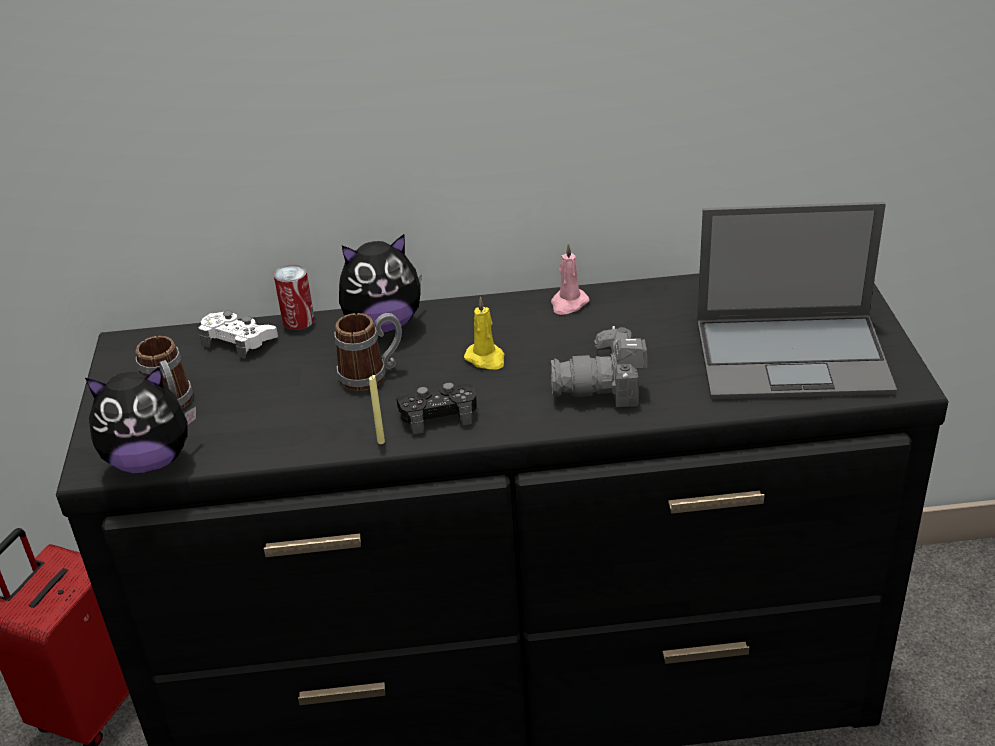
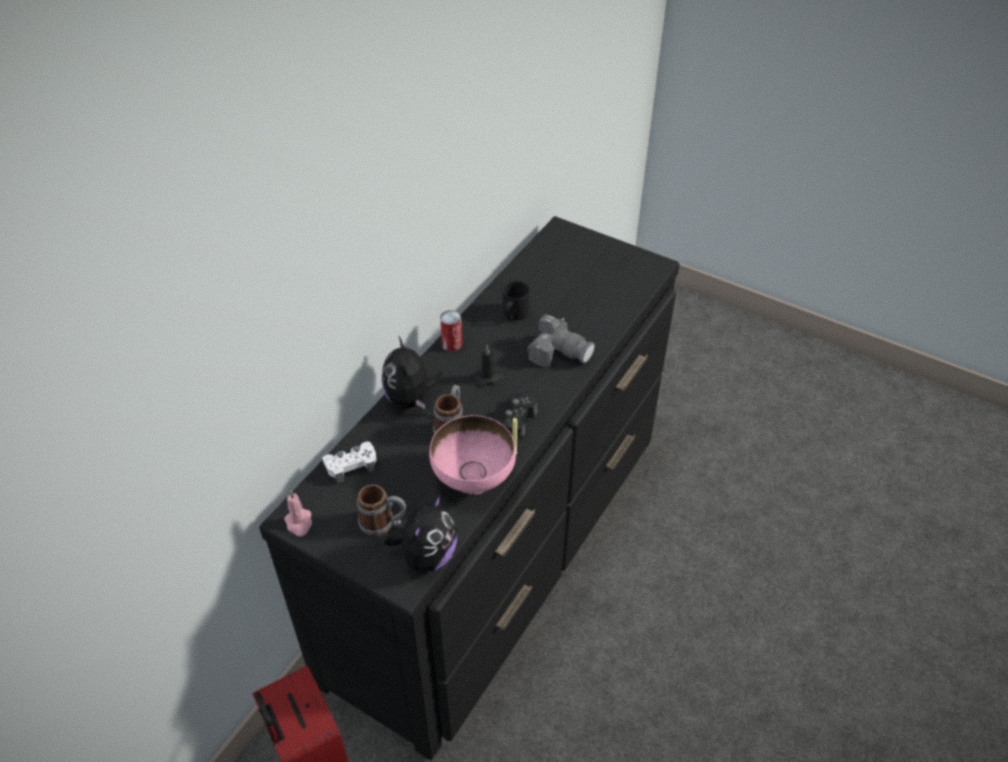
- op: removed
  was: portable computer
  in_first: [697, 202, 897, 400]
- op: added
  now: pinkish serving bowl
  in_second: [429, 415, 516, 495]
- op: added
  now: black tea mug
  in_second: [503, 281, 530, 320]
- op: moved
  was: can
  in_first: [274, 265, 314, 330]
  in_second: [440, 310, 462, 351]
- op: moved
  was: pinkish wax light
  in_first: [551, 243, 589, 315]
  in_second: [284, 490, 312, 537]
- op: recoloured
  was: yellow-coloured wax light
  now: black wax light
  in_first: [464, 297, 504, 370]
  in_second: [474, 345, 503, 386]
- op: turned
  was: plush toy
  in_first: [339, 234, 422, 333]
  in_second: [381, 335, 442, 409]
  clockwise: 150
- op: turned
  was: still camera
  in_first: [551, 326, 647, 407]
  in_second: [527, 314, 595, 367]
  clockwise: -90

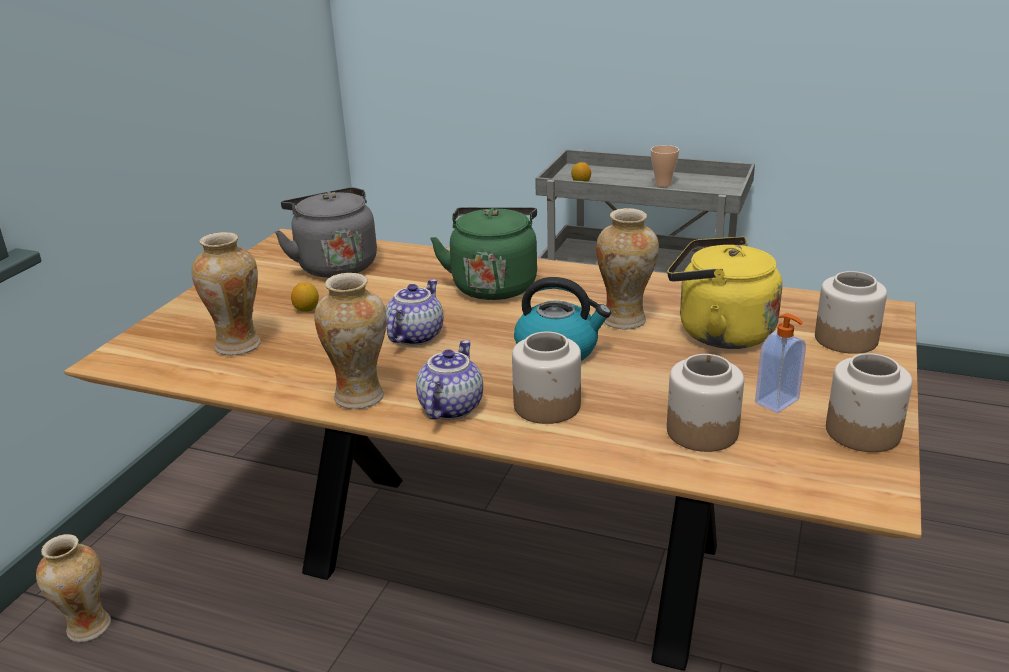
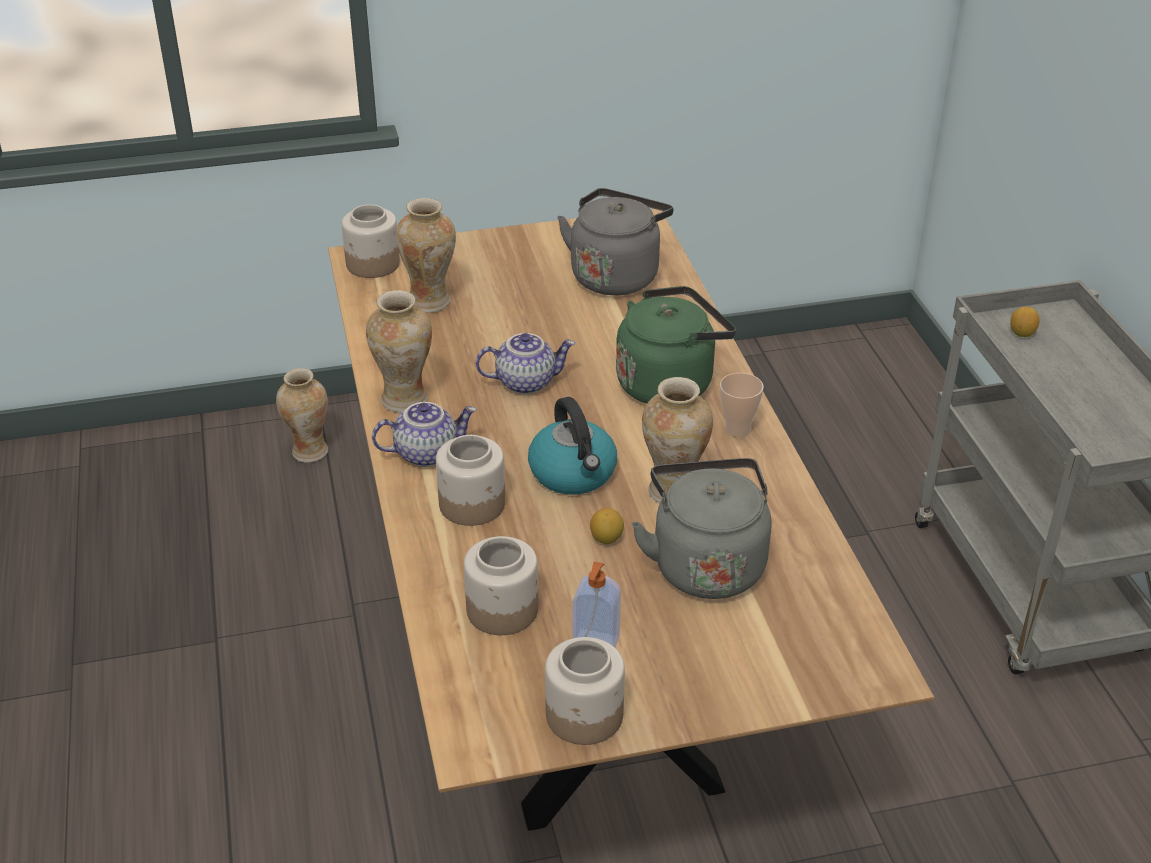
- op: moved
  was: lemon
  in_first: [291, 282, 319, 312]
  in_second: [590, 508, 624, 544]
- op: moved
  was: small cup
  in_first: [651, 145, 679, 187]
  in_second: [720, 373, 764, 437]
- op: moved
  was: jar
  in_first: [815, 271, 887, 354]
  in_second: [342, 204, 400, 278]
- op: recoloured
  was: yellow-coloured tea kettle
  now: grey tea kettle
  in_first: [667, 237, 782, 349]
  in_second: [631, 458, 771, 599]

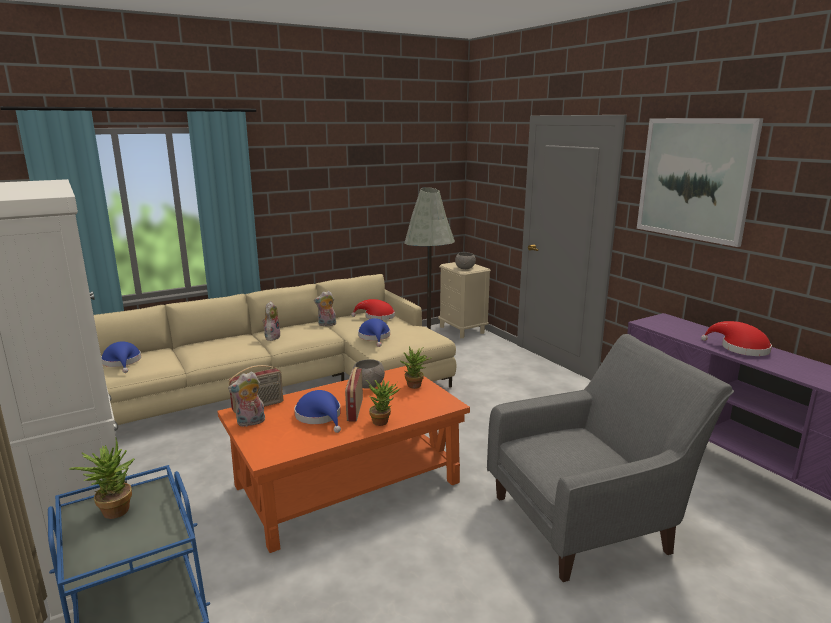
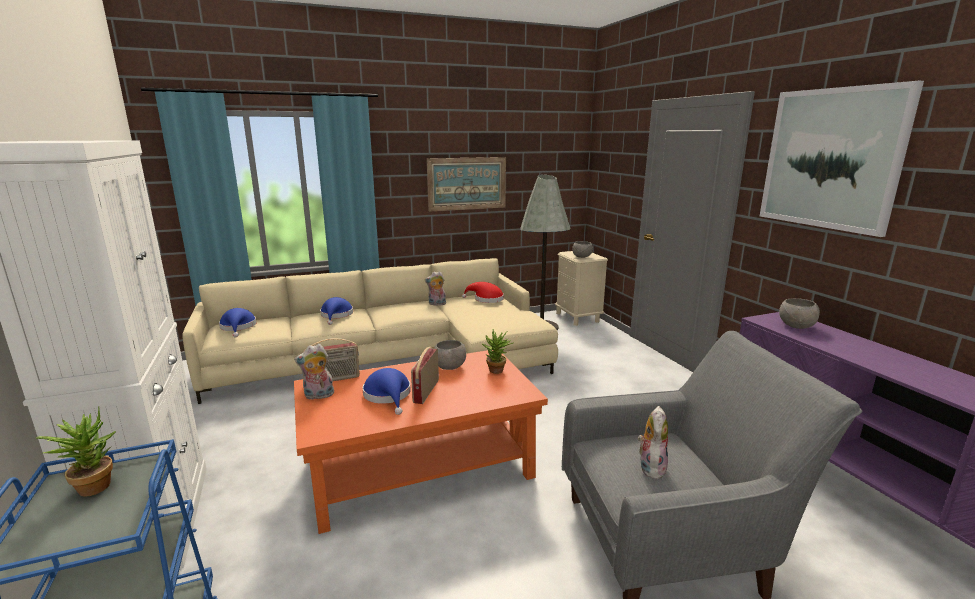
- op: removed
  was: potted plant
  in_first: [366, 380, 401, 426]
- op: removed
  was: red clothing hat
  in_first: [701, 321, 772, 356]
- op: added
  now: wall picture
  in_second: [427, 157, 506, 212]
- op: added
  now: grey serving bowl
  in_second: [779, 298, 820, 329]
- op: moved
  was: plush toy
  in_first: [262, 301, 280, 341]
  in_second: [638, 406, 668, 479]
- op: moved
  was: blue-coloured clothing hat
  in_first: [358, 318, 390, 347]
  in_second: [320, 297, 353, 325]

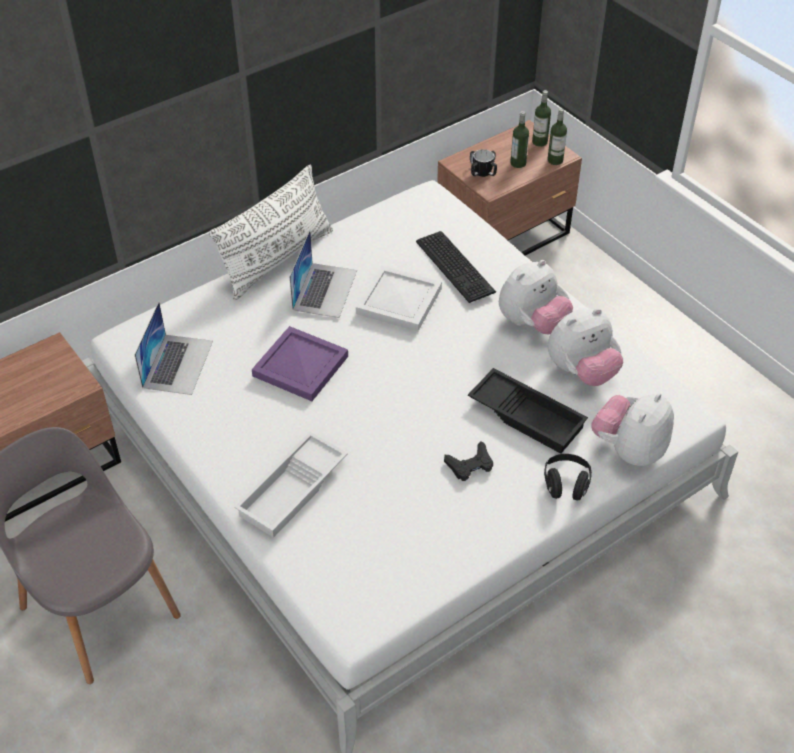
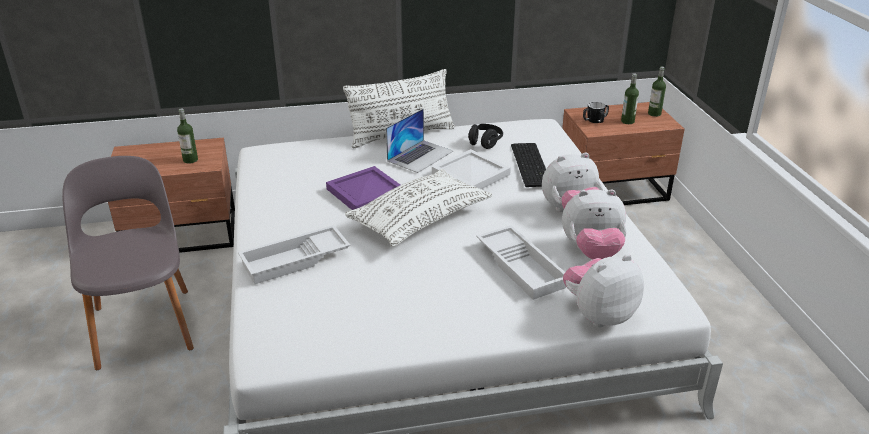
- op: removed
  was: portable computer
  in_first: [135, 302, 213, 395]
- op: removed
  was: black gamepad
  in_first: [444, 441, 493, 481]
- op: added
  now: white-coloured throw pillow
  in_second: [345, 169, 492, 247]
- op: moved
  was: black headset
  in_first: [544, 454, 592, 501]
  in_second: [468, 124, 503, 149]
- op: moved
  was: drink bottle
  in_first: [548, 108, 567, 165]
  in_second: [177, 108, 198, 164]
- op: recoloured
  was: black serving tray
  now: white-coloured serving tray
  in_first: [468, 368, 588, 454]
  in_second: [477, 225, 566, 300]

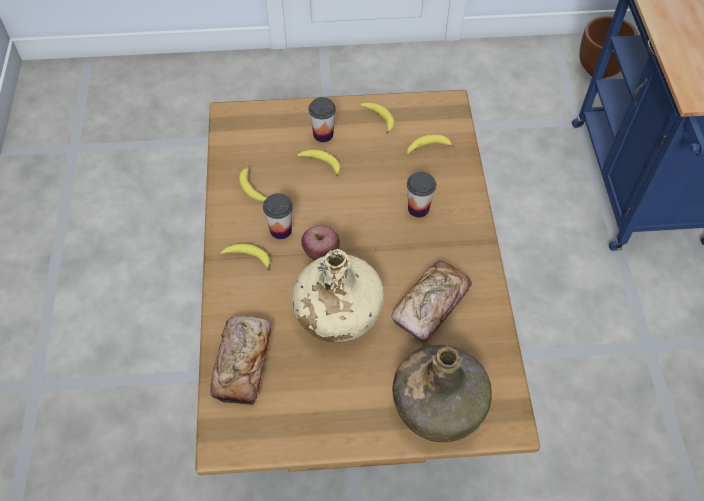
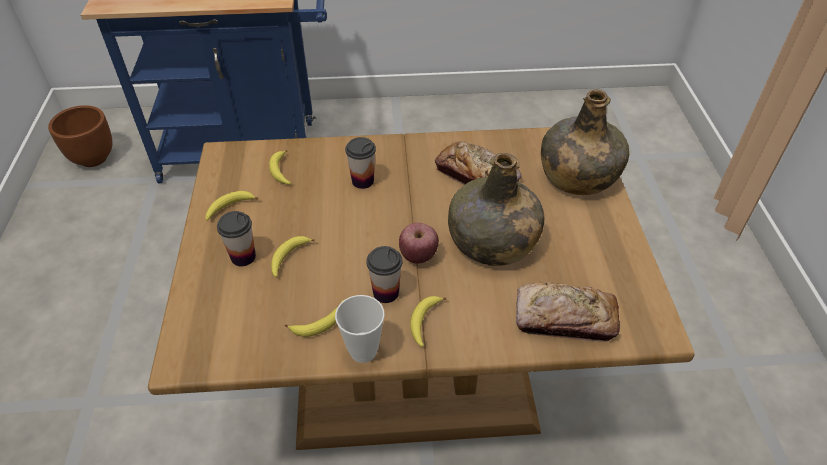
- op: added
  now: small cup
  in_second: [335, 295, 385, 363]
- op: recoloured
  was: sand-coloured drink bottle
  now: green-coloured drink bottle
  in_first: [292, 249, 384, 343]
  in_second: [448, 153, 544, 266]

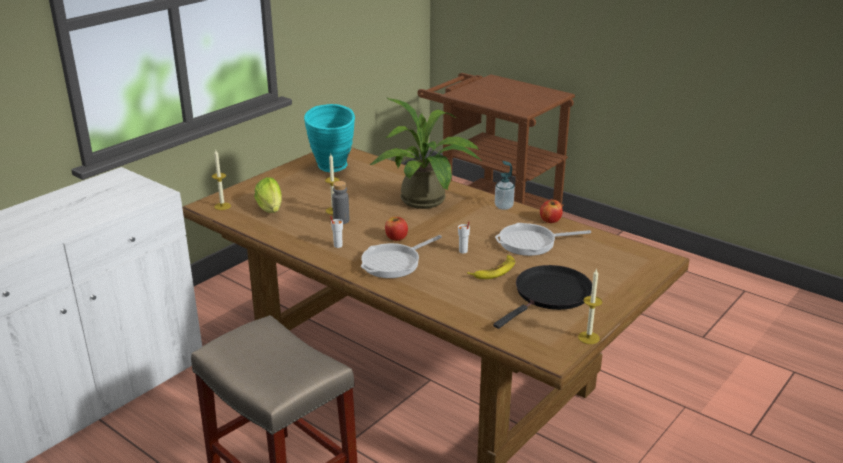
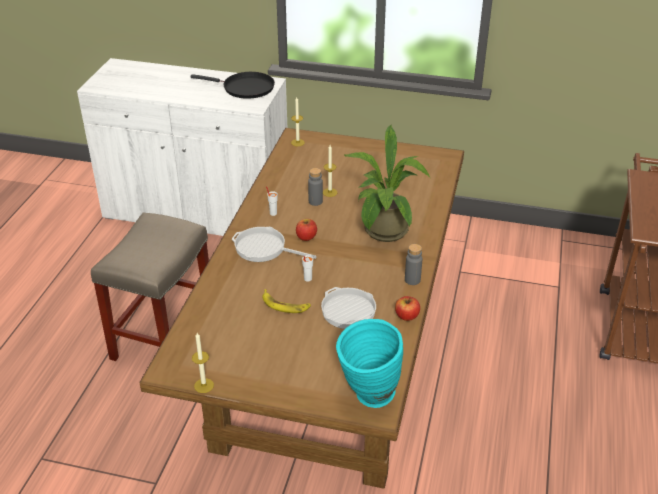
- op: removed
  was: lettuce
  in_first: [254, 177, 282, 213]
- op: moved
  was: blue-green flower vase
  in_first: [304, 104, 355, 172]
  in_second: [336, 319, 403, 408]
- op: moved
  was: black skillet
  in_first: [493, 265, 592, 329]
  in_second: [190, 72, 275, 99]
- op: replaced
  was: liquid soap bottle
  now: grey drink bottle
  in_first: [495, 161, 515, 210]
  in_second: [405, 244, 422, 285]

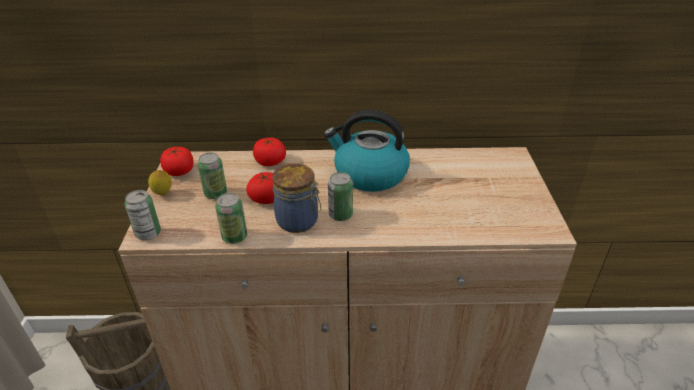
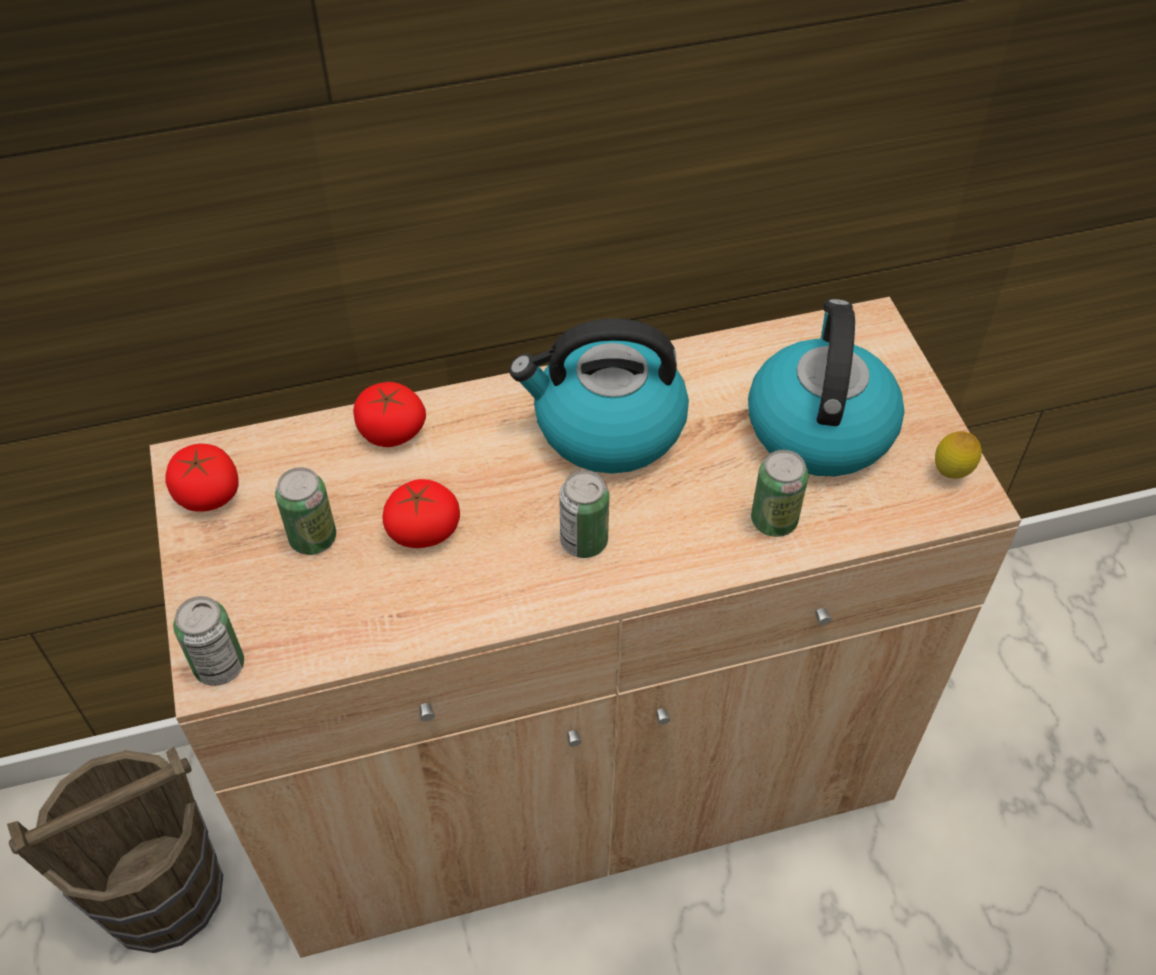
- op: removed
  was: jar
  in_first: [272, 163, 321, 233]
- op: added
  now: tea kettle
  in_second: [748, 299, 904, 476]
- op: moved
  was: lemon
  in_first: [148, 170, 172, 195]
  in_second: [935, 431, 982, 479]
- op: moved
  was: can
  in_first: [215, 193, 247, 244]
  in_second: [751, 450, 808, 537]

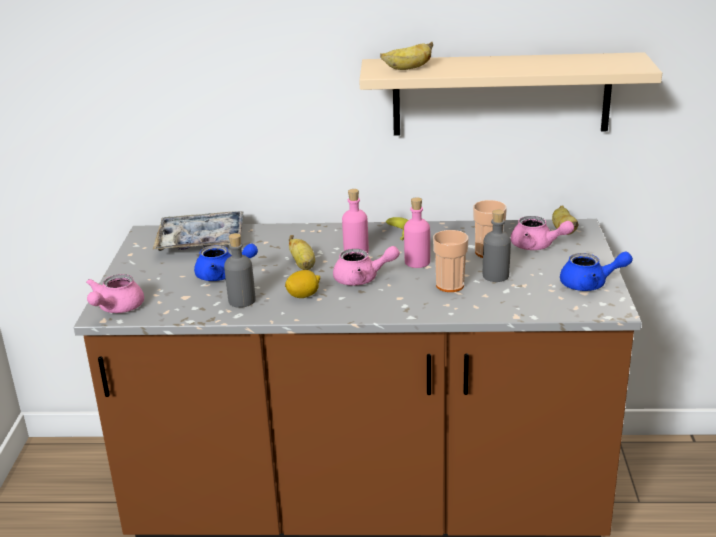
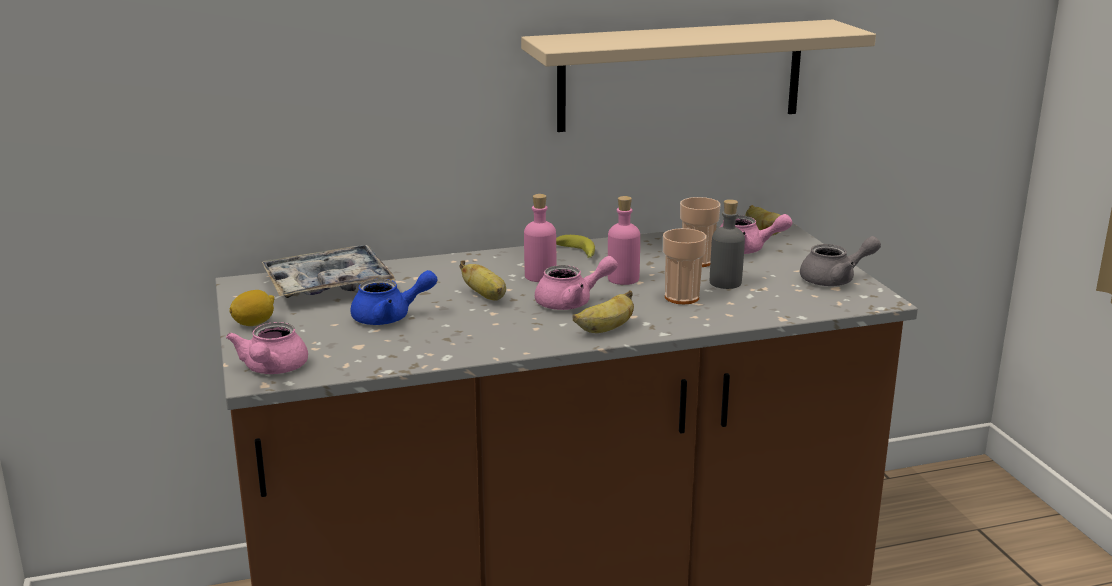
- op: removed
  was: grey drink bottle
  in_first: [224, 233, 256, 308]
- op: moved
  was: lemon
  in_first: [285, 270, 320, 298]
  in_second: [230, 290, 274, 326]
- op: moved
  was: banana
  in_first: [380, 42, 433, 70]
  in_second: [572, 290, 634, 333]
- op: recoloured
  was: blue-coloured pot for tea
  now: grey pot for tea
  in_first: [560, 251, 633, 291]
  in_second: [800, 236, 881, 286]

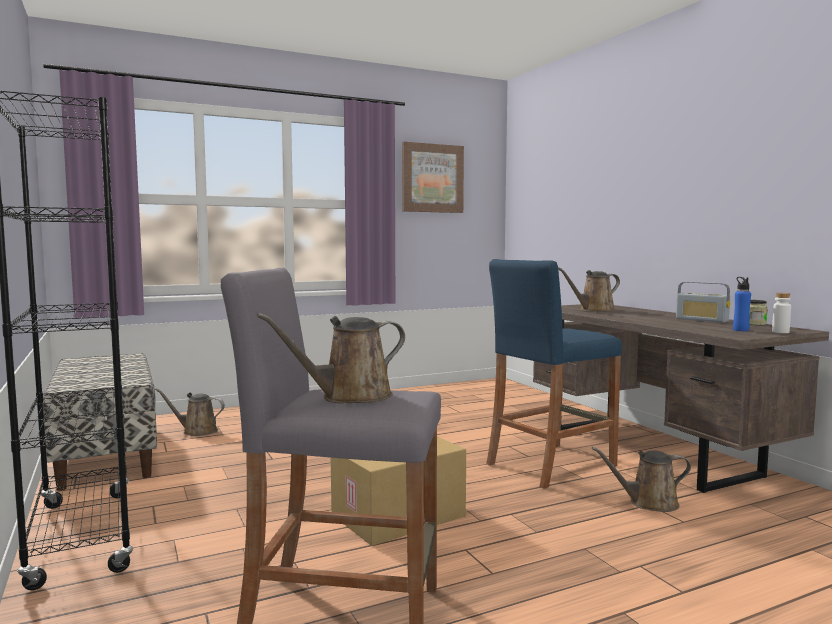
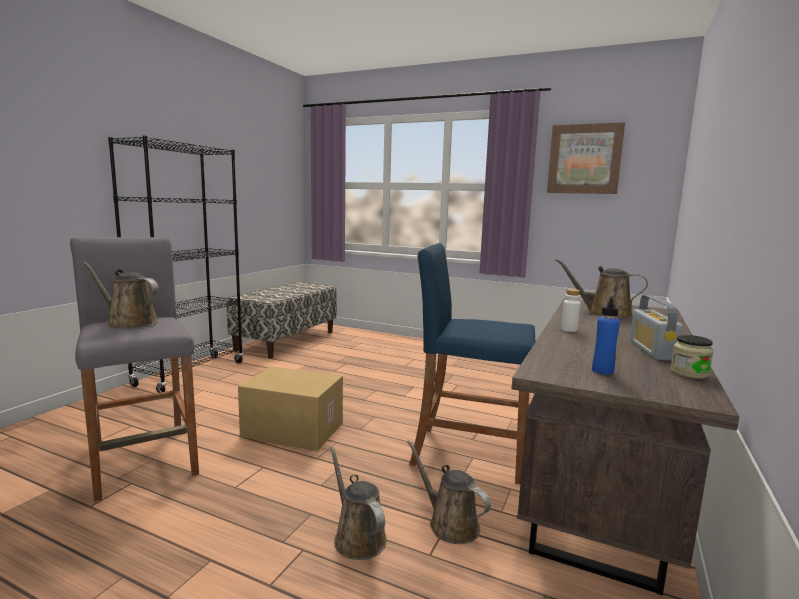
- op: moved
  was: brownish watering pot
  in_first: [155, 388, 225, 436]
  in_second: [329, 445, 387, 560]
- op: moved
  was: white-coloured drink bottle
  in_first: [772, 293, 791, 333]
  in_second: [561, 289, 580, 332]

